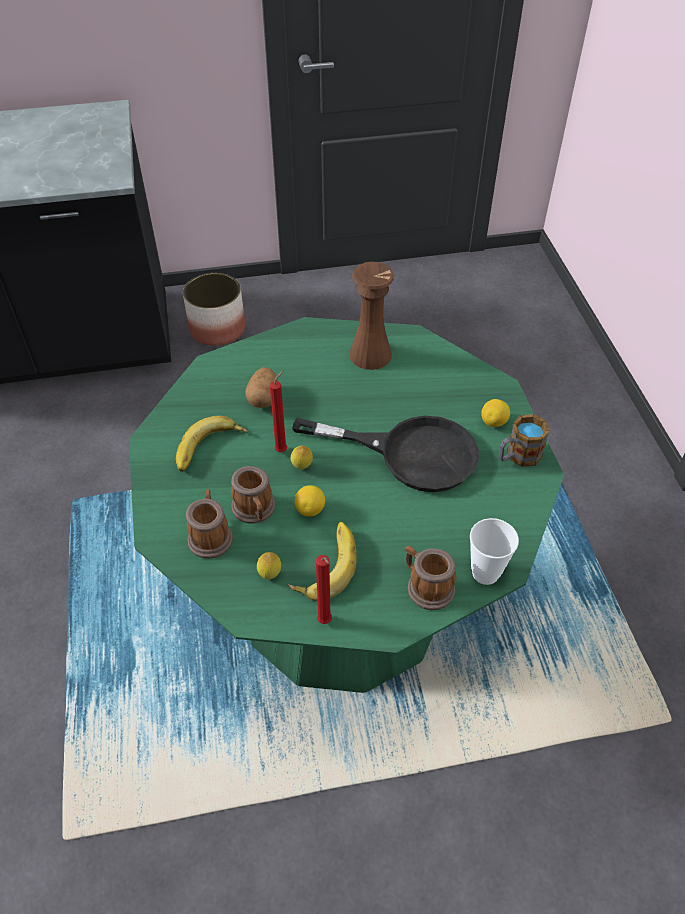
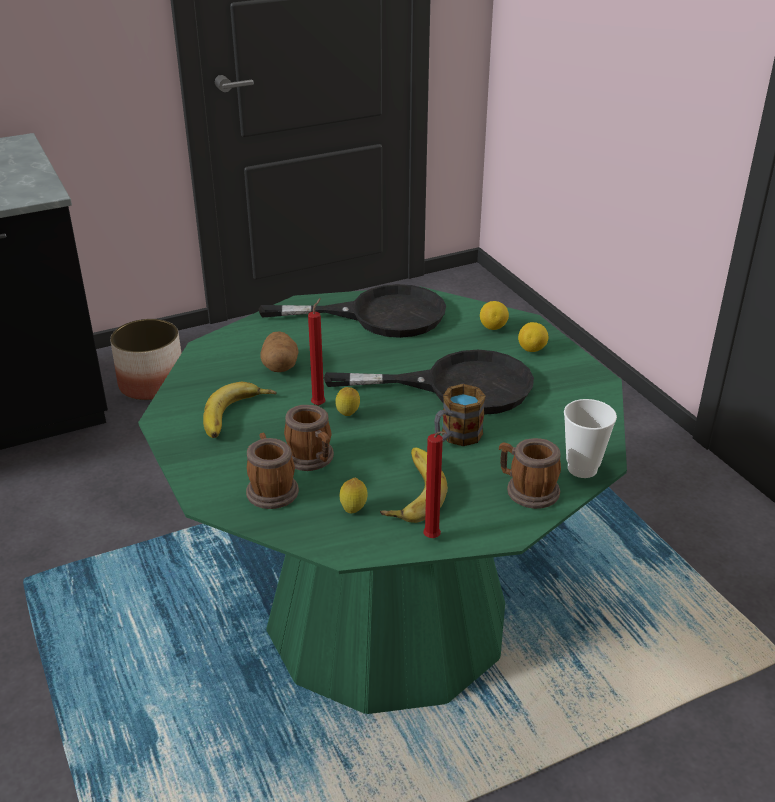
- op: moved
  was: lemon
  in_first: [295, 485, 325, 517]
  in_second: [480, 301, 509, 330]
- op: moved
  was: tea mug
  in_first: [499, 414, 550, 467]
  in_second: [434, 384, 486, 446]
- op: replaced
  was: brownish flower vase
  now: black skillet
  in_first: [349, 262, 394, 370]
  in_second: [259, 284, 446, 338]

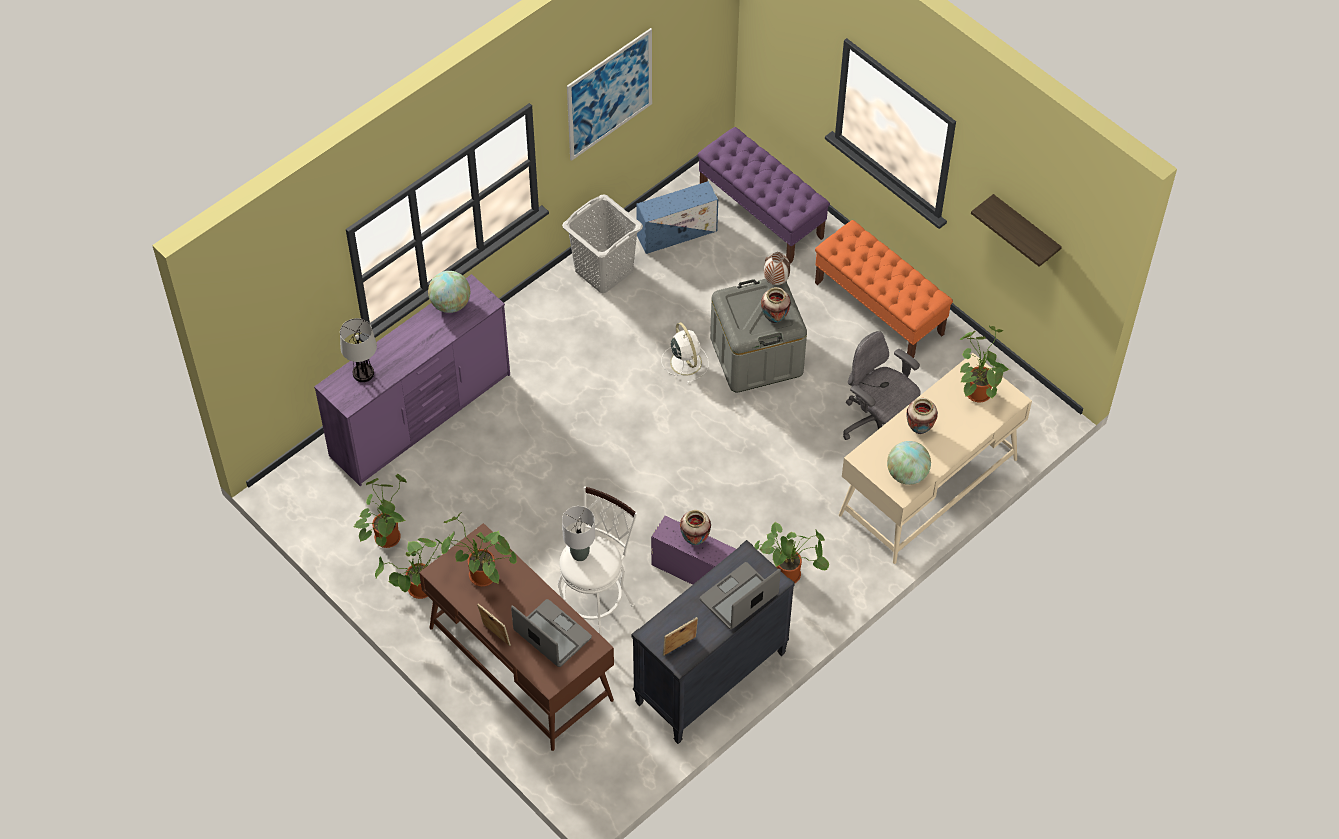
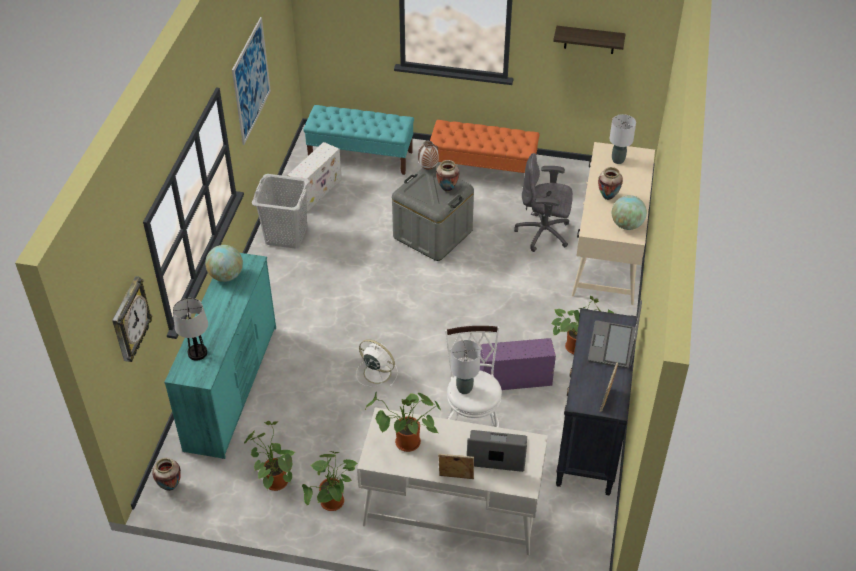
- op: added
  now: wall clock
  in_second: [112, 276, 153, 362]
- op: moved
  was: white-coloured cooling fan
  in_first: [661, 322, 709, 383]
  in_second: [356, 339, 398, 387]
- op: moved
  was: flower vase
  in_first: [680, 510, 711, 545]
  in_second: [152, 458, 181, 491]
- op: replaced
  was: potted plant
  now: grey table lamp
  in_first: [960, 326, 1010, 402]
  in_second: [609, 114, 636, 164]
- op: recoloured
  was: purple-coloured dresser
  now: blue-green dresser
  in_first: [314, 274, 510, 486]
  in_second: [165, 253, 276, 459]
- op: recoloured
  was: brownish desk unit
  now: white-coloured desk unit
  in_first: [419, 523, 614, 751]
  in_second: [357, 408, 548, 555]
- op: recoloured
  was: blue-coloured storage container
  now: white-coloured storage container
  in_first: [636, 181, 718, 254]
  in_second: [287, 142, 342, 212]
- op: recoloured
  was: purple-coloured bench
  now: blue-green bench
  in_first: [697, 127, 830, 263]
  in_second: [303, 105, 414, 175]

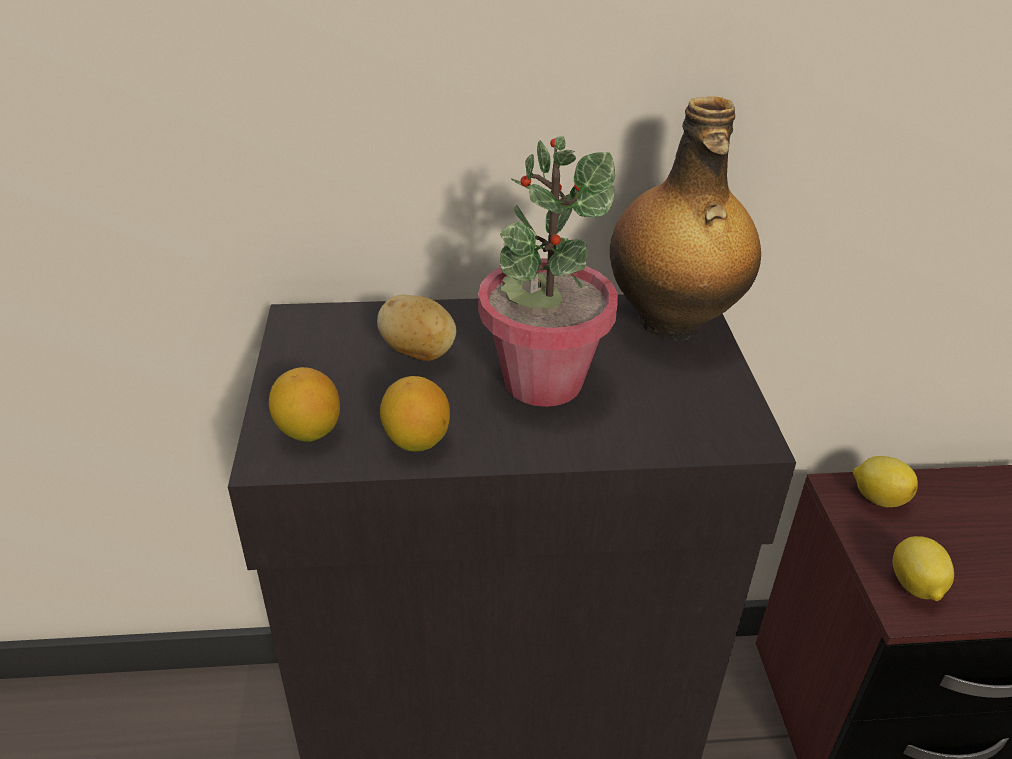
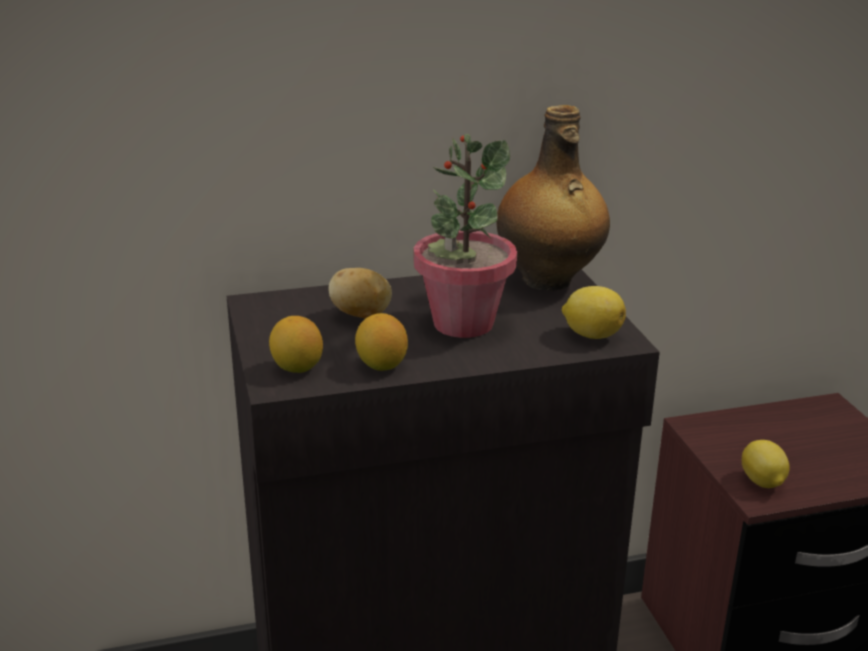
- op: moved
  was: lemon
  in_first: [853, 456, 918, 507]
  in_second: [562, 286, 626, 339]

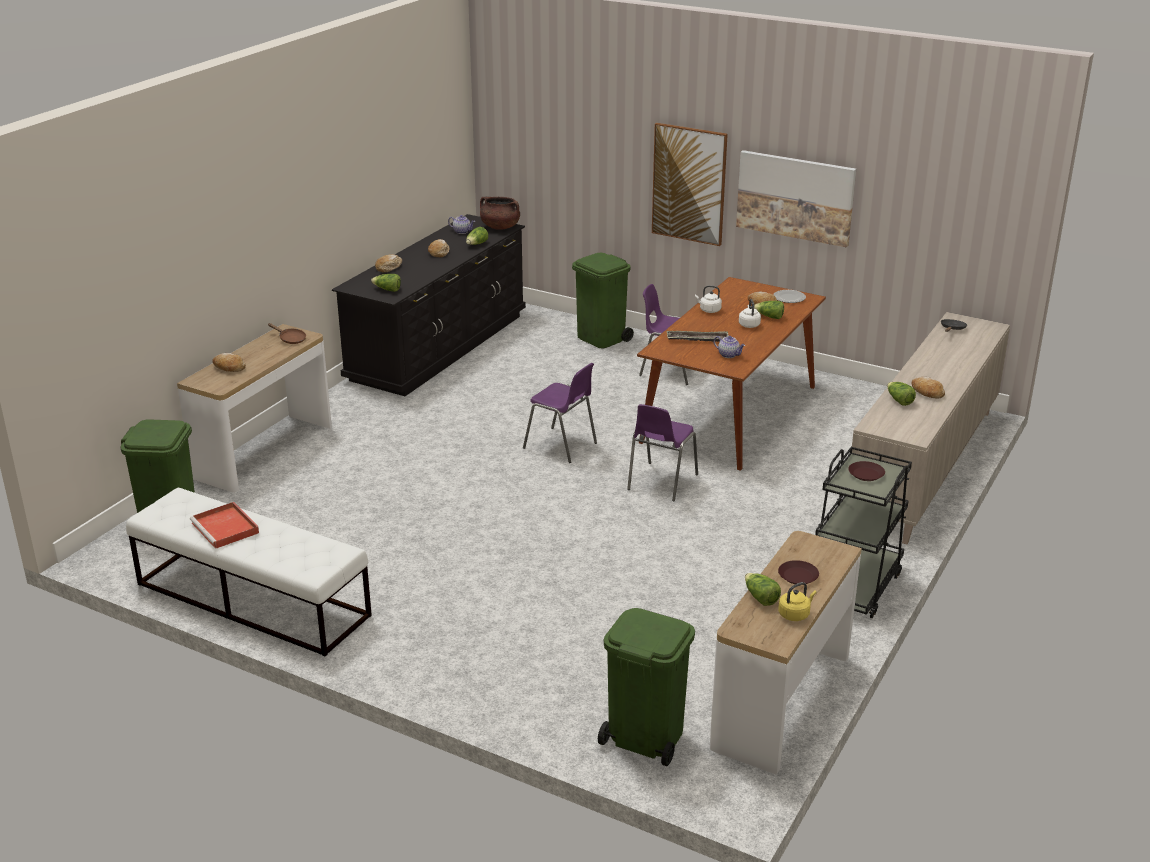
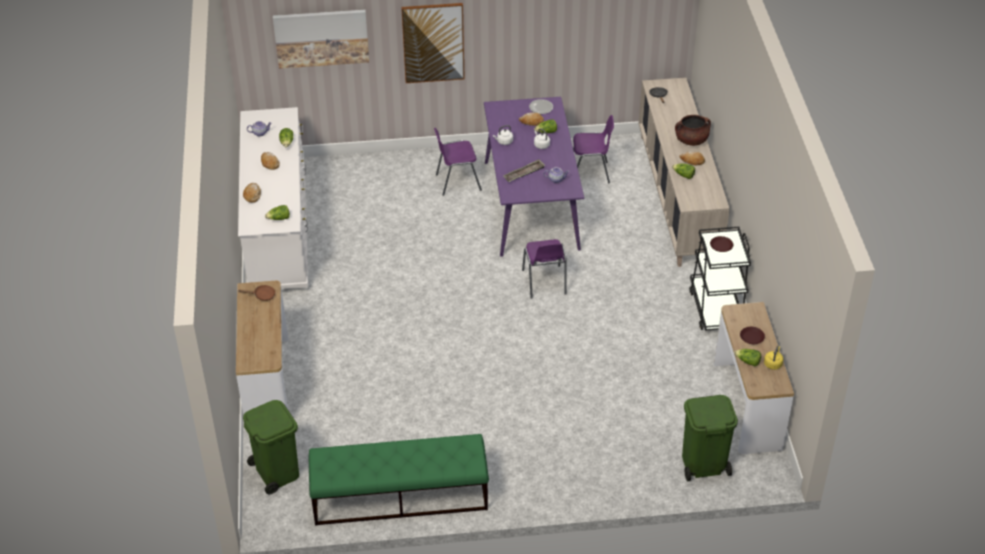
- op: removed
  was: red serving tray
  in_first: [190, 502, 259, 549]
- op: removed
  was: baked bread
  in_first: [213, 353, 246, 372]
- op: removed
  was: green-coloured waste bin
  in_first: [572, 253, 634, 348]
- op: moved
  was: brownish stockpot
  in_first: [480, 197, 520, 230]
  in_second: [675, 115, 711, 146]
- op: moved
  was: purple-coloured chair
  in_first: [523, 363, 597, 463]
  in_second: [573, 115, 614, 183]
- op: moved
  was: wall picture
  in_first: [736, 150, 856, 247]
  in_second: [273, 10, 369, 69]
- op: recoloured
  was: white-coloured bench
  now: green-coloured bench
  in_first: [126, 488, 372, 656]
  in_second: [308, 434, 489, 526]
- op: recoloured
  was: black dresser
  now: white-coloured dresser
  in_first: [332, 214, 526, 396]
  in_second: [238, 107, 308, 289]
- op: recoloured
  was: brownish kitchen table
  now: purple-coloured kitchen table
  in_first: [637, 277, 826, 471]
  in_second: [484, 97, 584, 257]

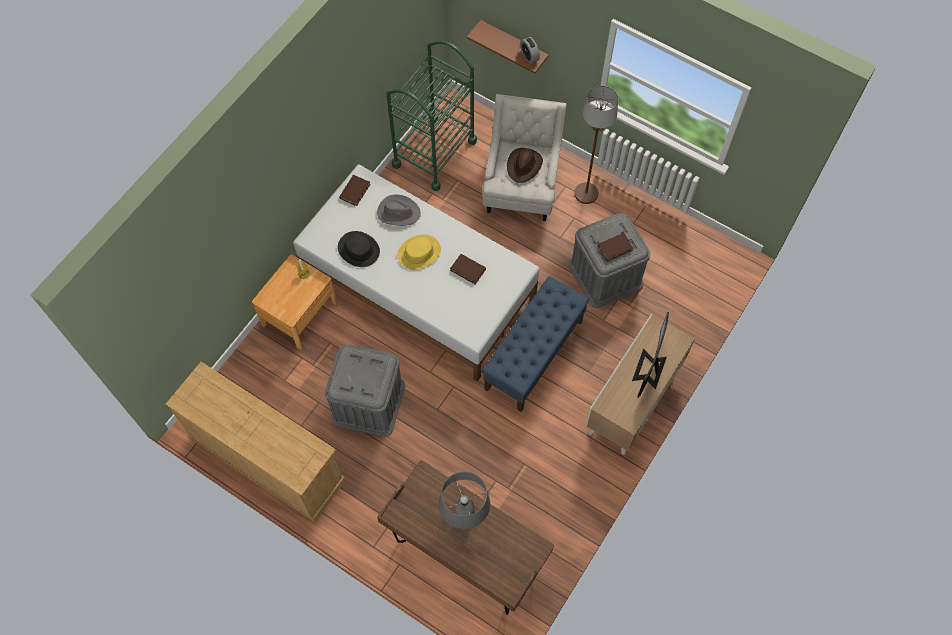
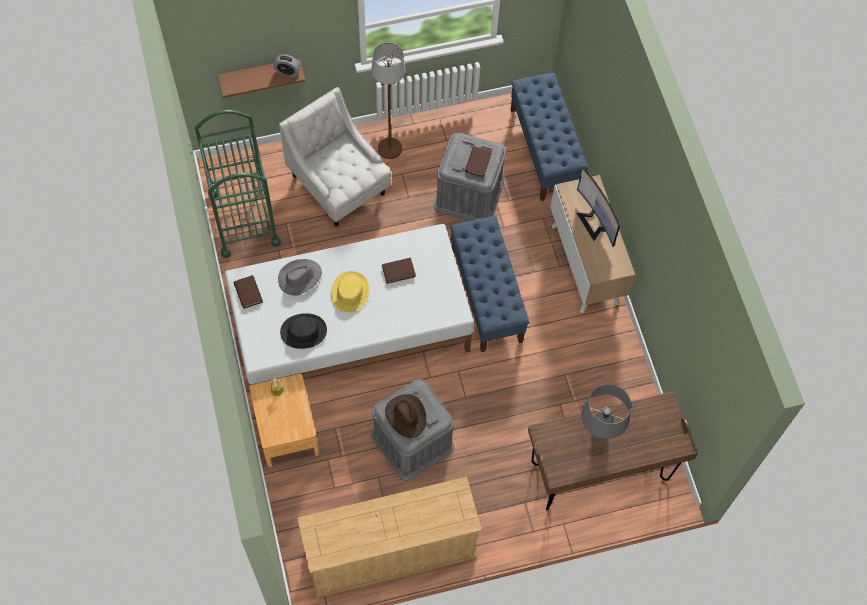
- op: added
  now: blue-coloured bench
  in_second: [511, 73, 588, 201]
- op: moved
  was: brownish clothing hat
  in_first: [507, 148, 543, 183]
  in_second: [385, 394, 426, 438]

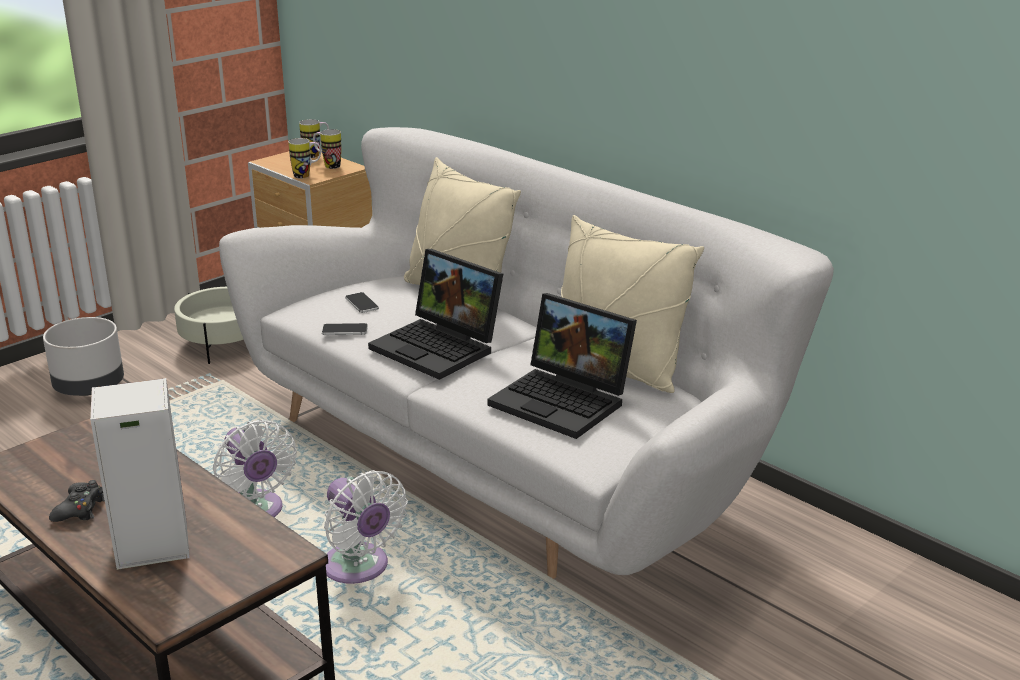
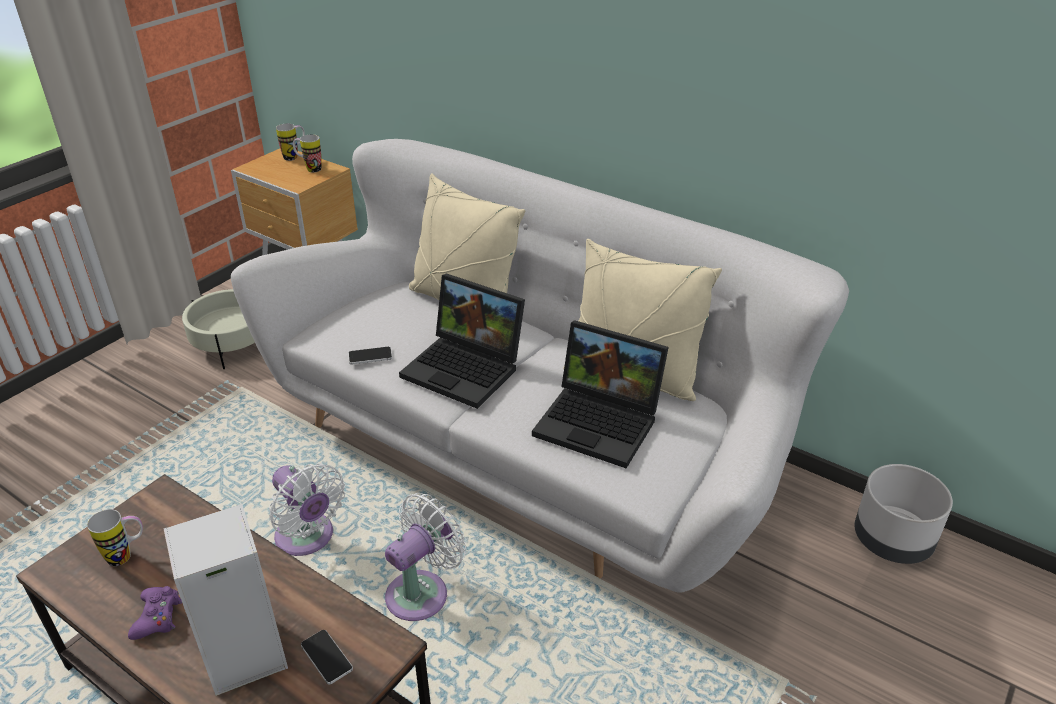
- op: moved
  was: grey plant pot
  in_first: [43, 317, 124, 396]
  in_second: [854, 464, 953, 564]
- op: moved
  was: tea mug
  in_first: [288, 138, 321, 179]
  in_second: [87, 509, 143, 566]
- op: moved
  was: phone
  in_first: [345, 292, 379, 313]
  in_second: [301, 630, 353, 684]
- op: recoloured
  was: black gamepad
  now: purple-coloured gamepad
  in_first: [49, 480, 105, 522]
  in_second: [128, 586, 182, 640]
- op: turned
  was: white-coloured cooling fan
  in_first: [324, 470, 408, 584]
  in_second: [385, 493, 466, 621]
  clockwise: -90

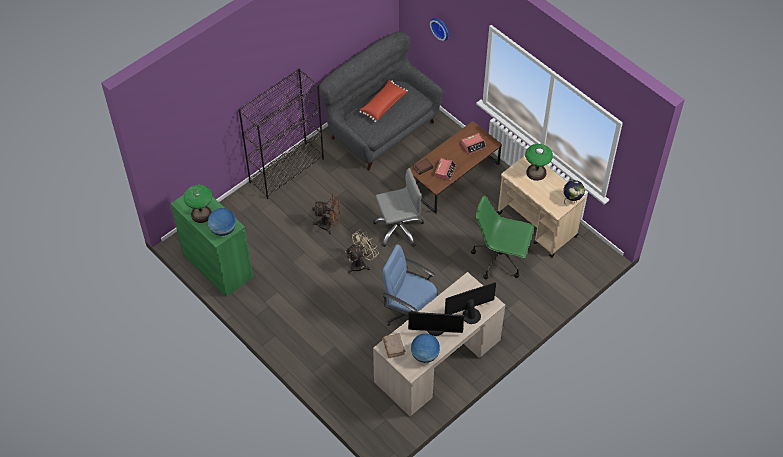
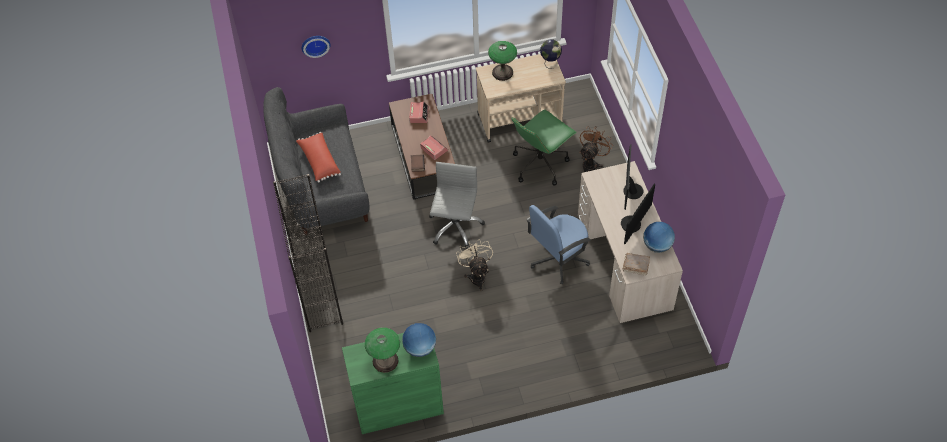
- op: moved
  was: brownish cooling fan
  in_first: [312, 194, 340, 234]
  in_second: [579, 126, 613, 173]

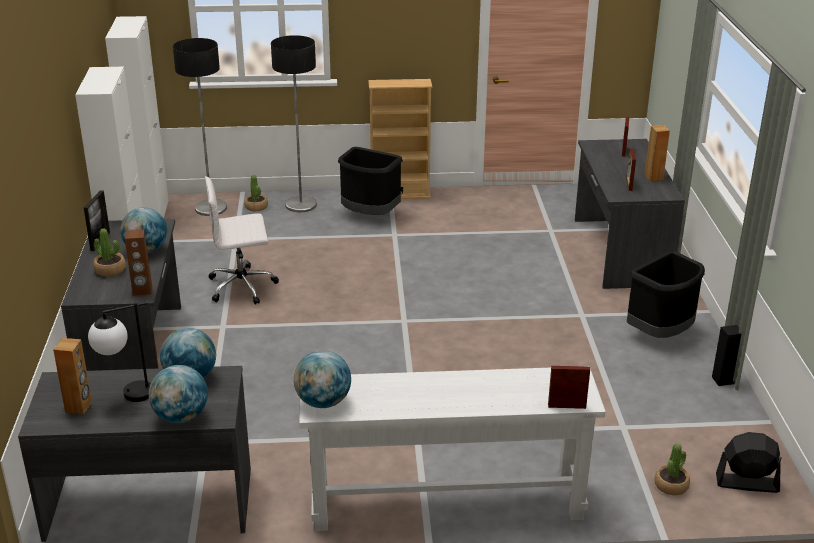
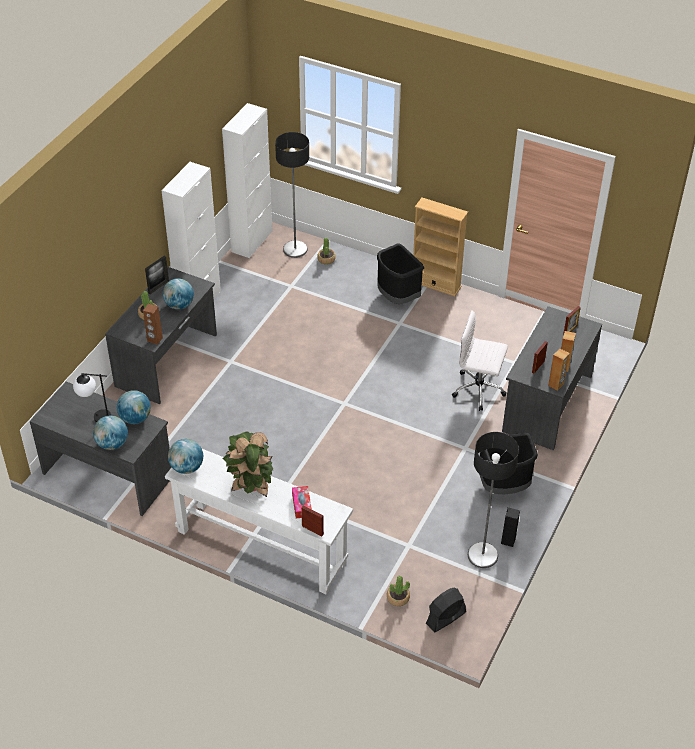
- op: added
  now: potted plant
  in_second: [222, 431, 273, 497]
- op: added
  now: tissue holder
  in_second: [292, 486, 312, 518]
- op: moved
  was: brownish audio speaker
  in_first: [53, 338, 92, 414]
  in_second: [548, 349, 570, 391]
- op: moved
  was: white-coloured office chair
  in_first: [205, 176, 279, 305]
  in_second: [452, 310, 508, 411]
- op: moved
  was: floor lamp
  in_first: [271, 35, 317, 212]
  in_second: [468, 432, 519, 568]
- op: turned
  was: black cooling fan
  in_first: [716, 432, 782, 493]
  in_second: [426, 588, 466, 632]
  clockwise: -75

